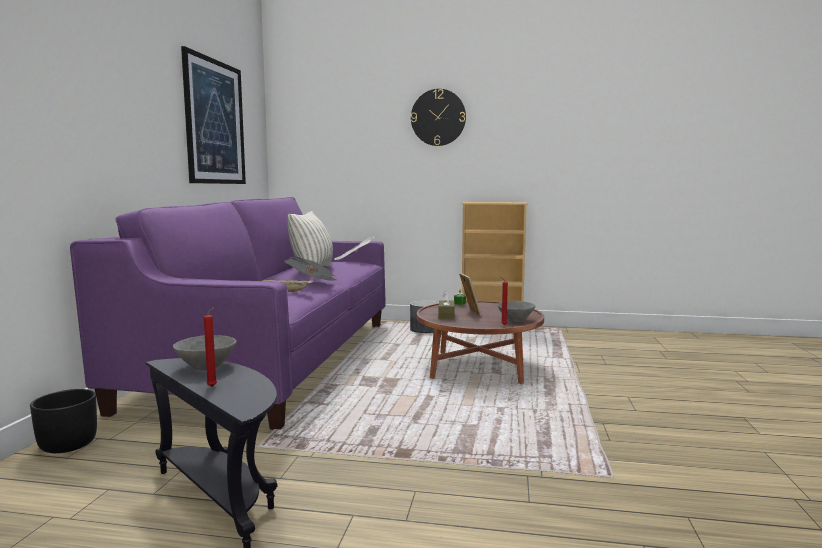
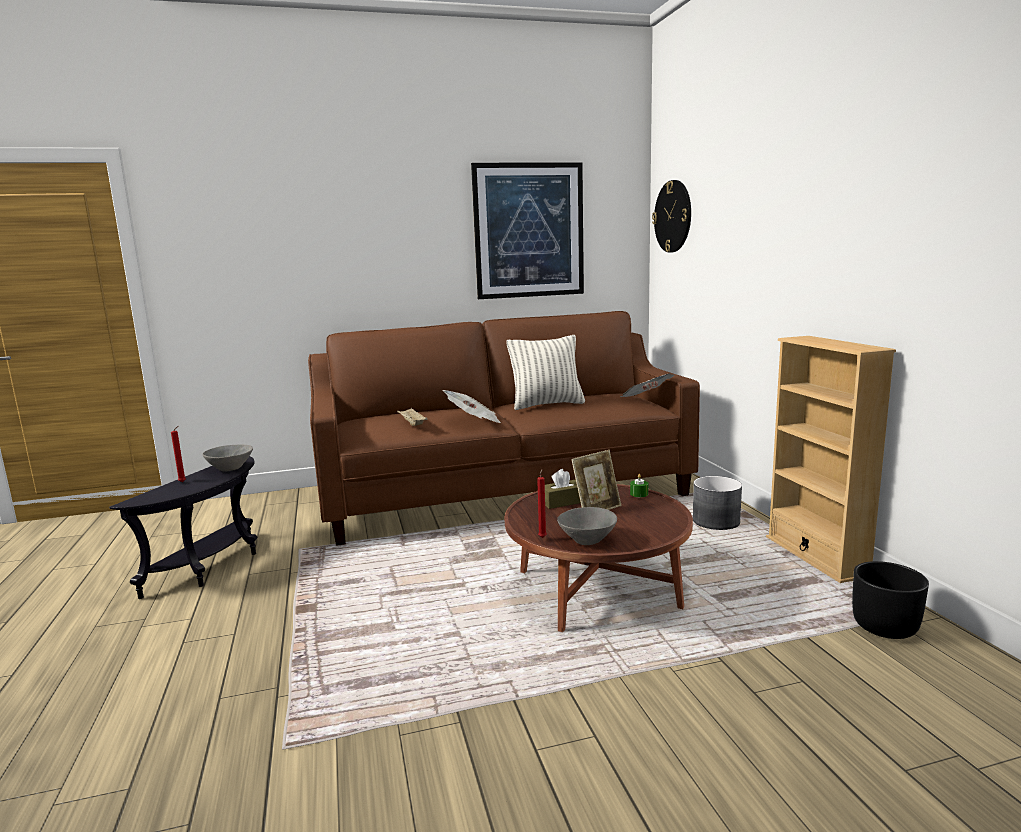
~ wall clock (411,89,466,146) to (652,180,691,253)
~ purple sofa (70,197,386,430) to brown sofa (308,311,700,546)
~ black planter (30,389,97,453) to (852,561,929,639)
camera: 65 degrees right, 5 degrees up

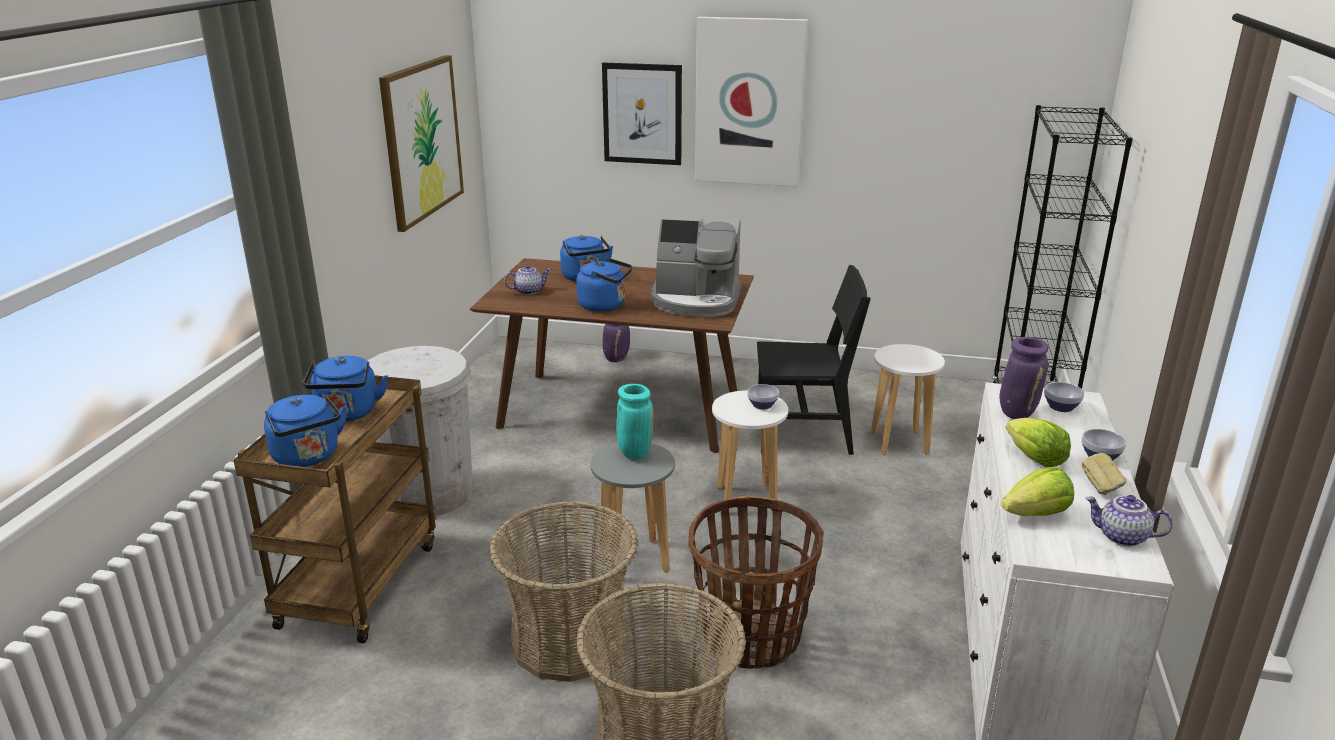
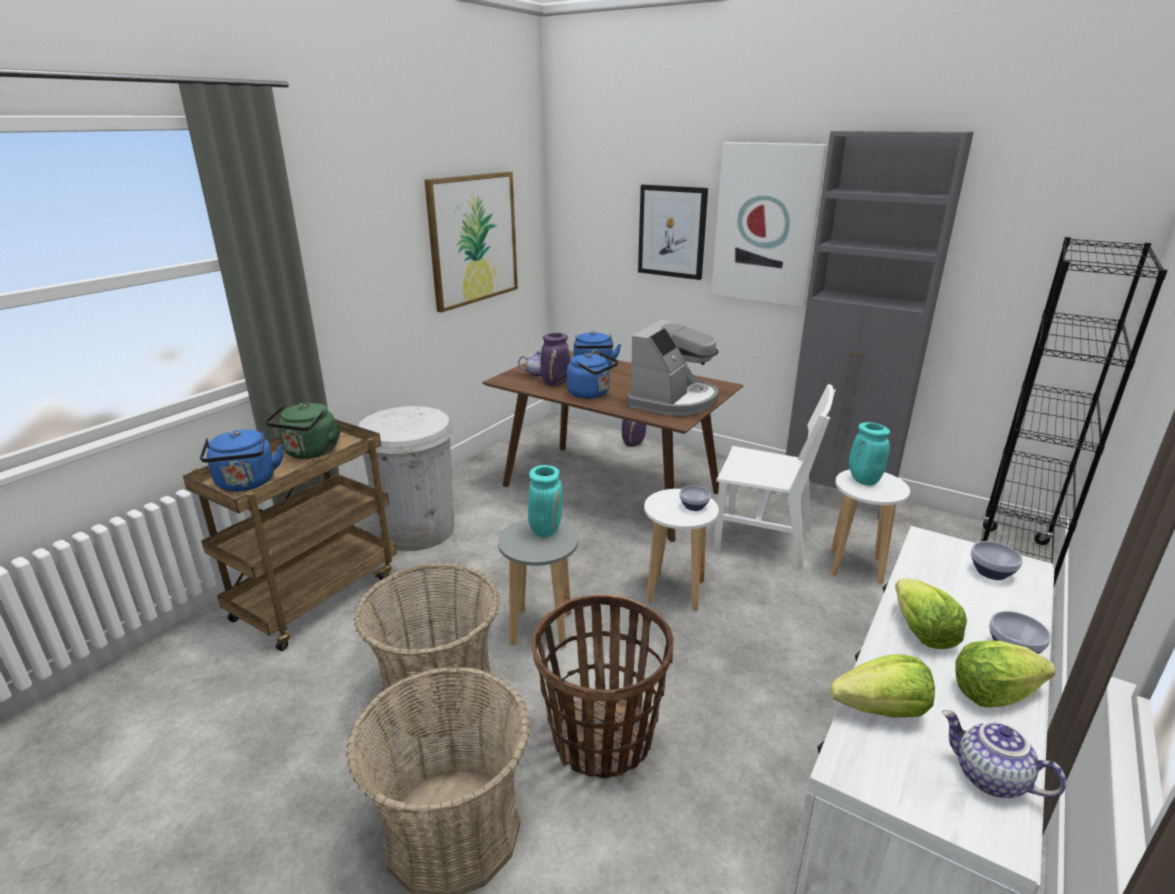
~ coffee machine (650,215,742,317) = (627,319,719,416) 90 degrees counterclockwise
~ black chair (757,265,871,455) to white chair (713,384,836,569)
~ purple vase (1000,337,1049,419) to (540,333,571,386)
~ blue kettle (303,356,388,421) to green kettle (265,403,340,459)
~ bread (1082,453,1127,495) to lettuce (955,641,1056,708)
+ grey cabinet (786,131,974,520)
+ turquoise vase (849,422,890,486)
camera: 20 degrees right, 0 degrees up

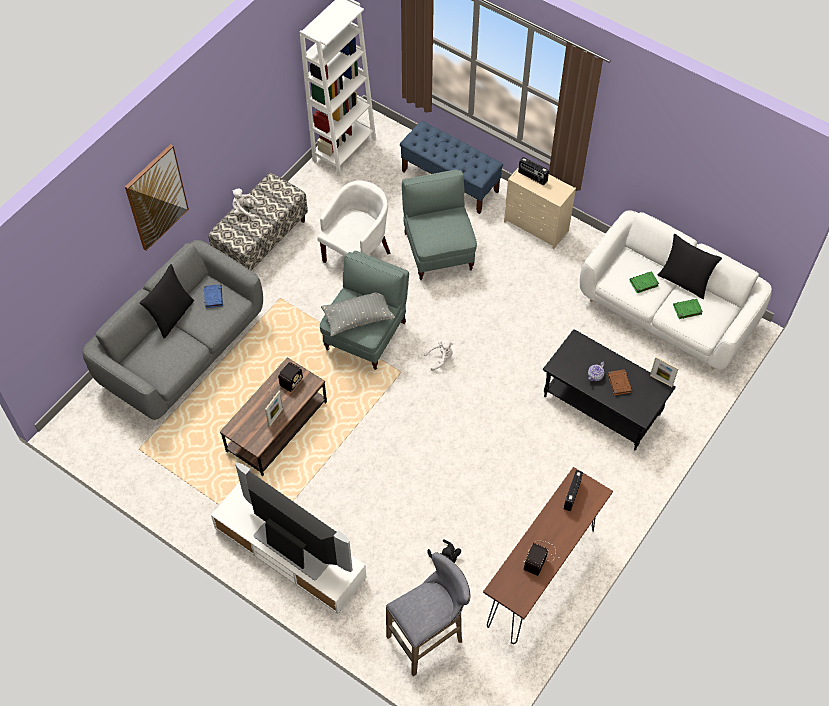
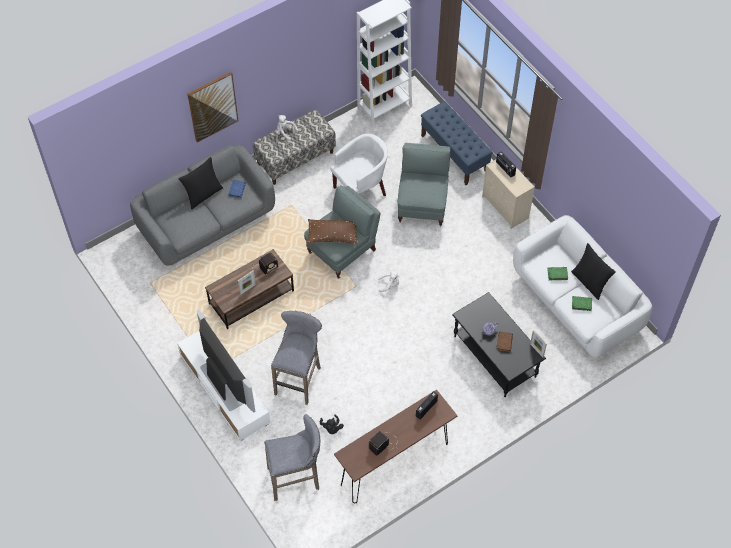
~ grey pillow (321,292,395,336) to brown pillow (306,219,358,244)
+ grey stool (271,311,322,405)
camera: 20 degrees right, 0 degrees up

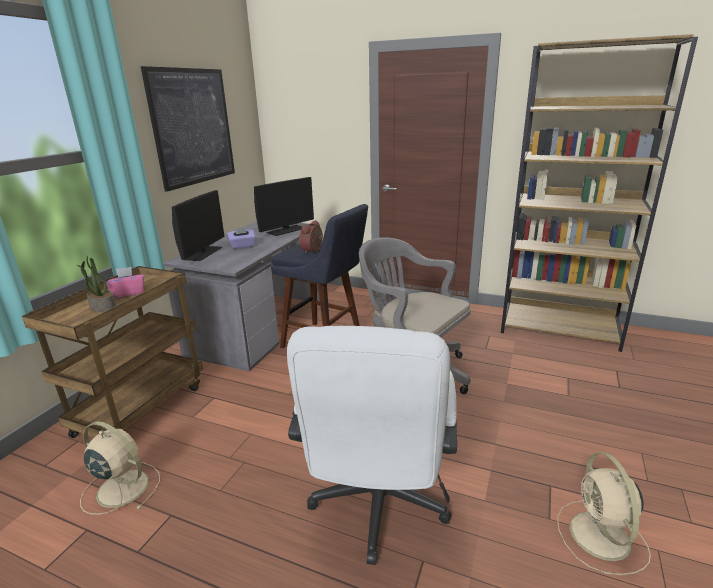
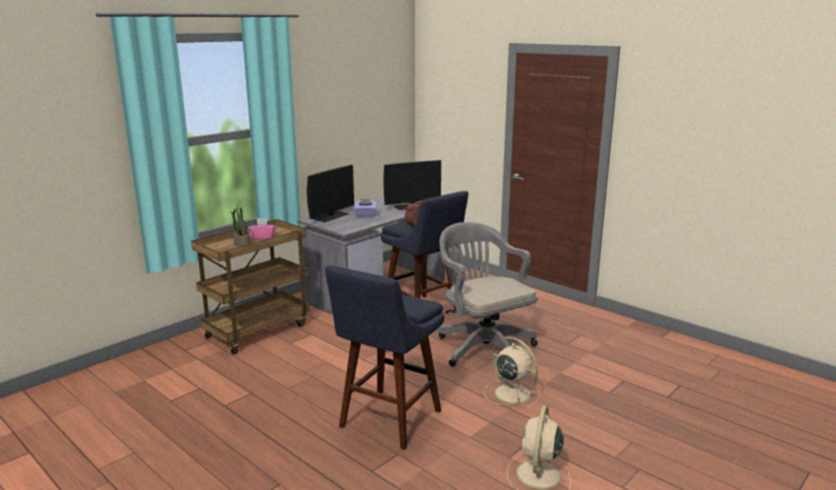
- brown bookcase (501,34,698,352)
- picture (141,66,235,192)
~ white office chair (287,326,457,565) to blue stool (325,265,444,450)
~ beige fan (80,421,160,515) to (484,337,540,408)
camera: 20 degrees right, 5 degrees down

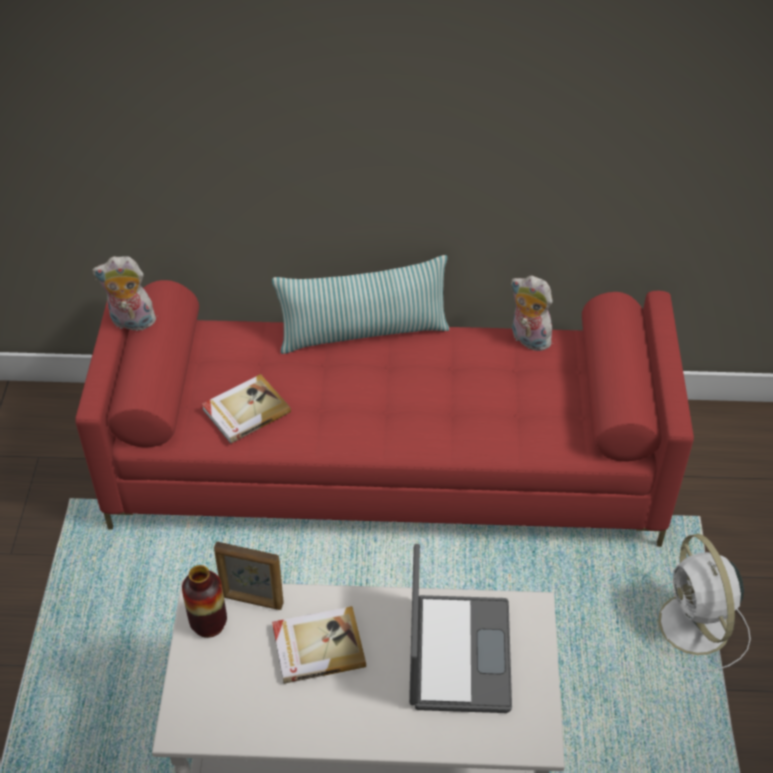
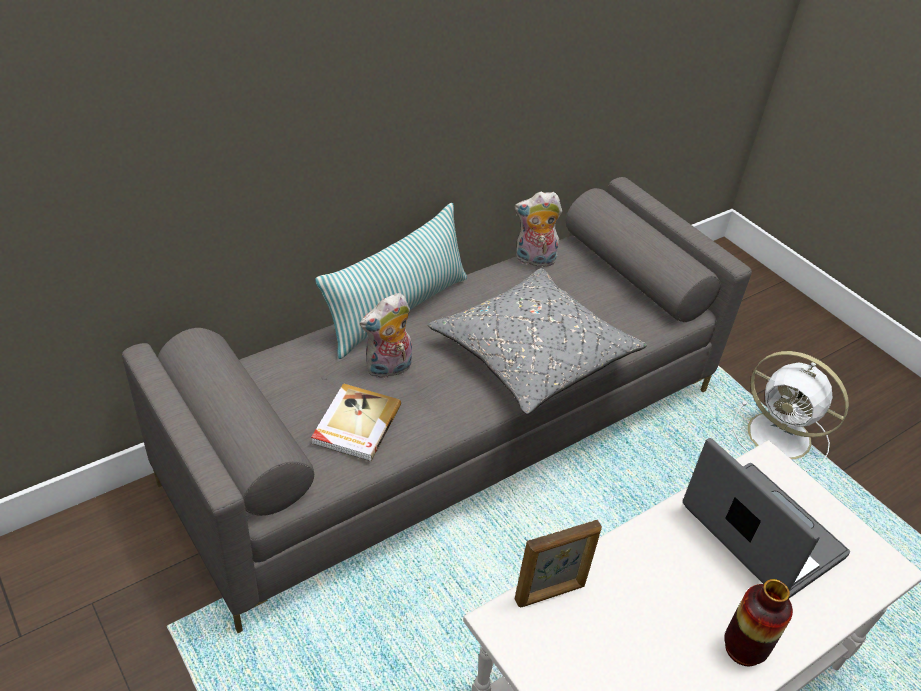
~ plush toy (92,256,156,331) to (360,293,412,379)
~ red sofa (75,280,694,547) to grey sofa (122,177,752,633)
~ vase (182,565,227,638) to (724,579,793,666)
- book (272,606,366,684)
+ grey pillow (428,268,647,414)
camera: 40 degrees left, 5 degrees down

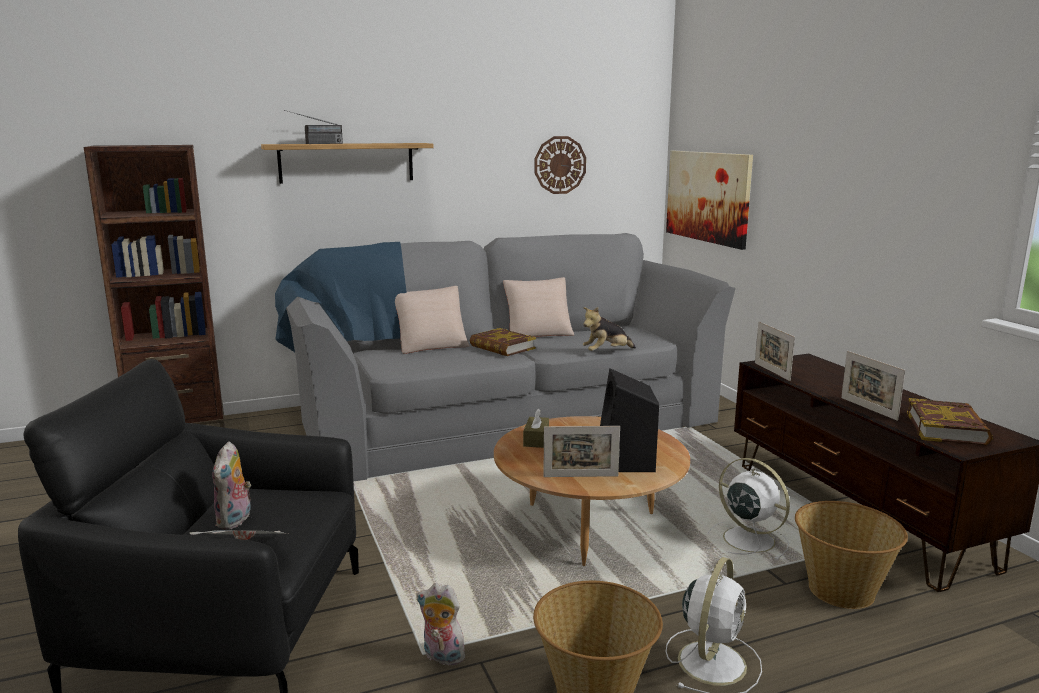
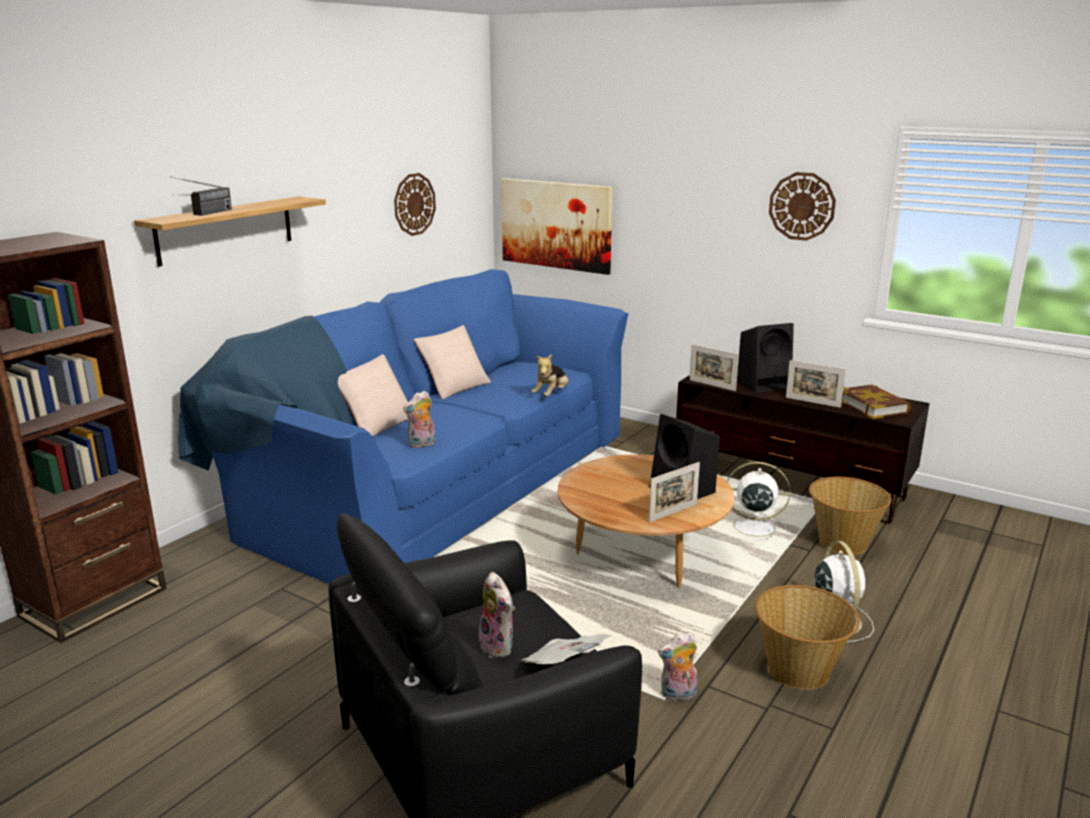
~ grey sofa (275,233,736,481) to blue sofa (178,269,629,584)
- book (470,328,536,356)
- brown tissue box (523,409,549,448)
+ wall clock (769,172,836,241)
+ black speaker (737,323,794,393)
+ plush toy (403,391,436,448)
camera: 35 degrees left, 5 degrees up

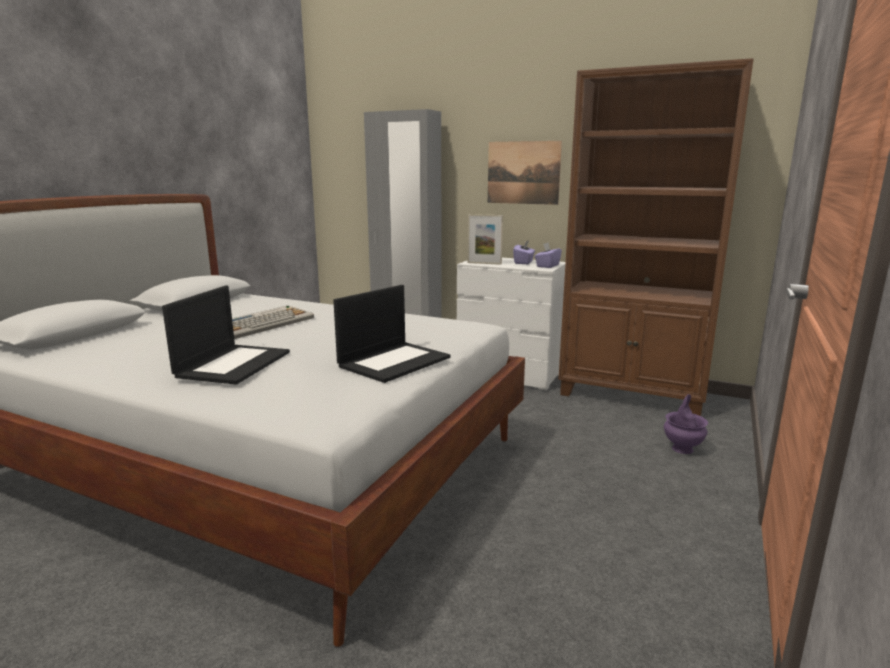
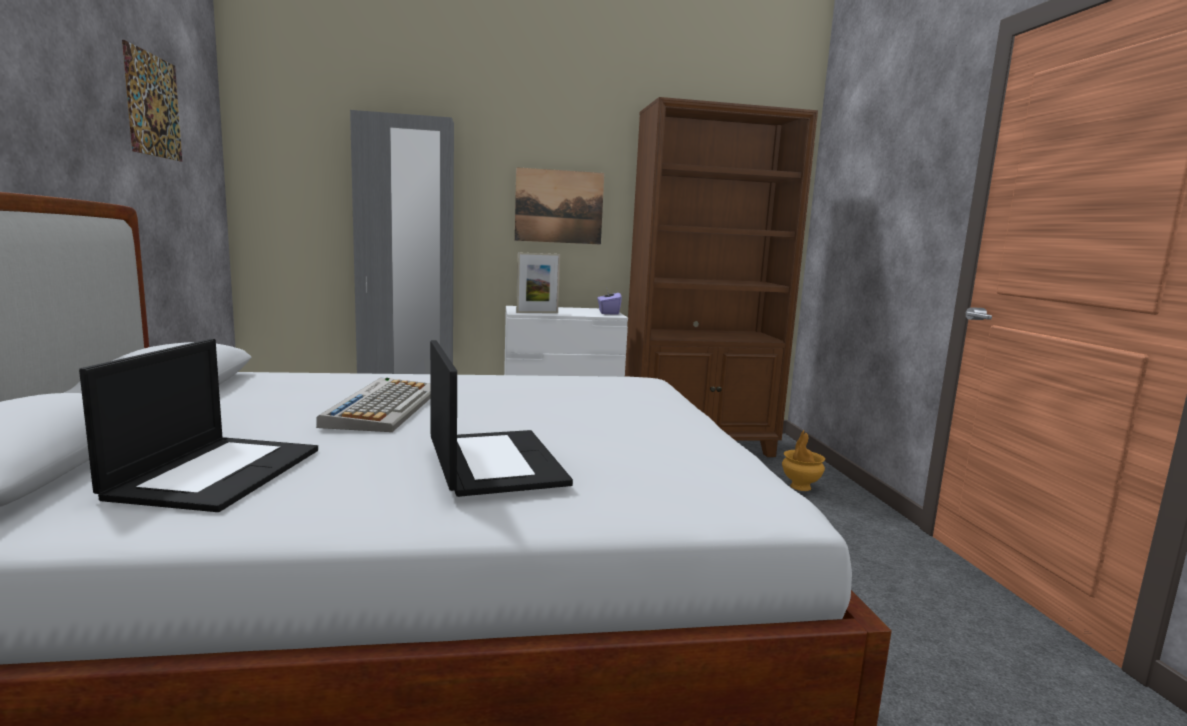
- purple tissue box (513,240,535,264)
~ laptop (333,285,450,383) to (79,339,318,512)
~ purple vase (664,394,708,454) to brown vase (782,430,825,491)
+ picture (122,40,182,162)
camera: 35 degrees left, 5 degrees down

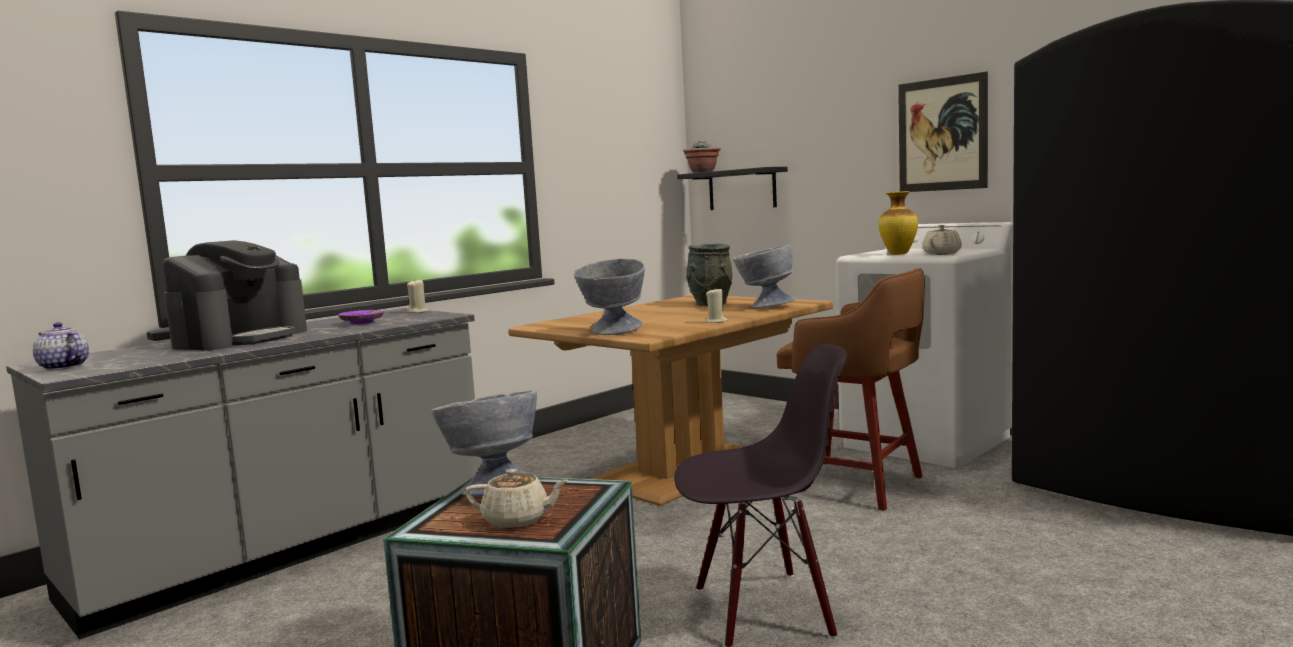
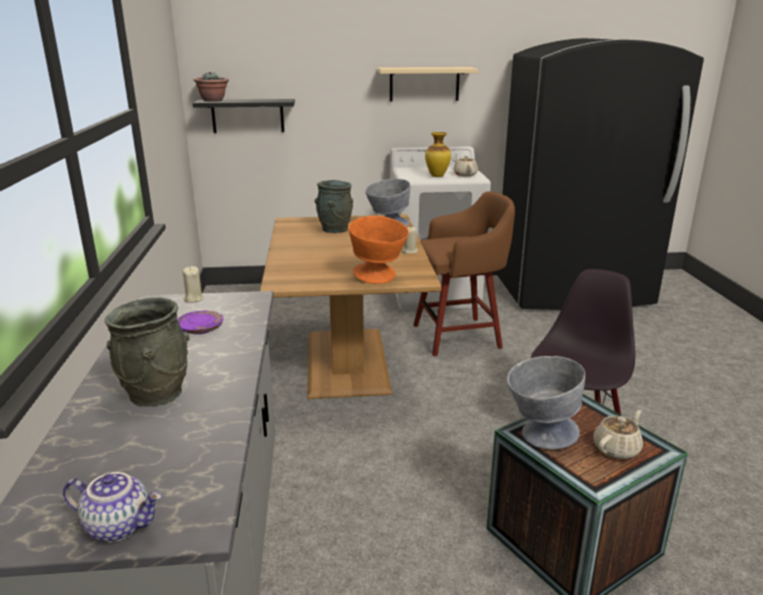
~ picture (898,71,988,192) to beige shelf (378,67,478,101)
~ coffee machine (162,240,307,351) to grey vase (105,297,189,407)
~ grey bowl (574,259,645,335) to orange bowl (349,216,409,284)
~ teapot (33,322,89,371) = (63,472,162,542) 150 degrees counterclockwise
camera: 50 degrees left, 15 degrees up

